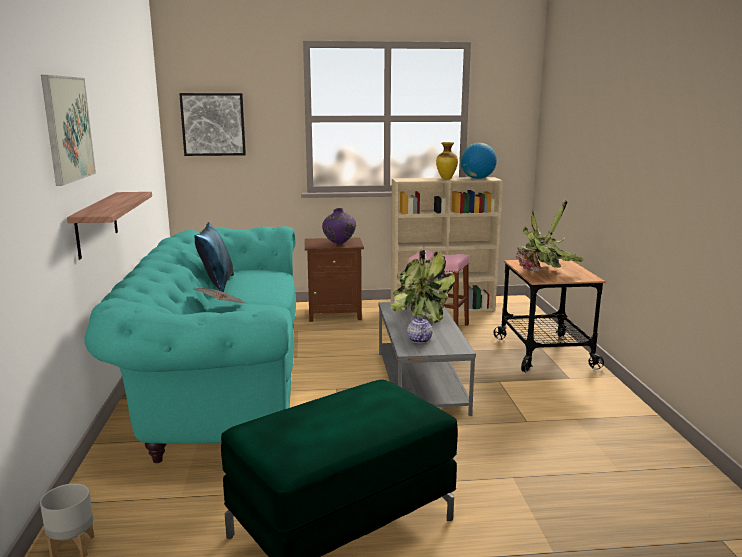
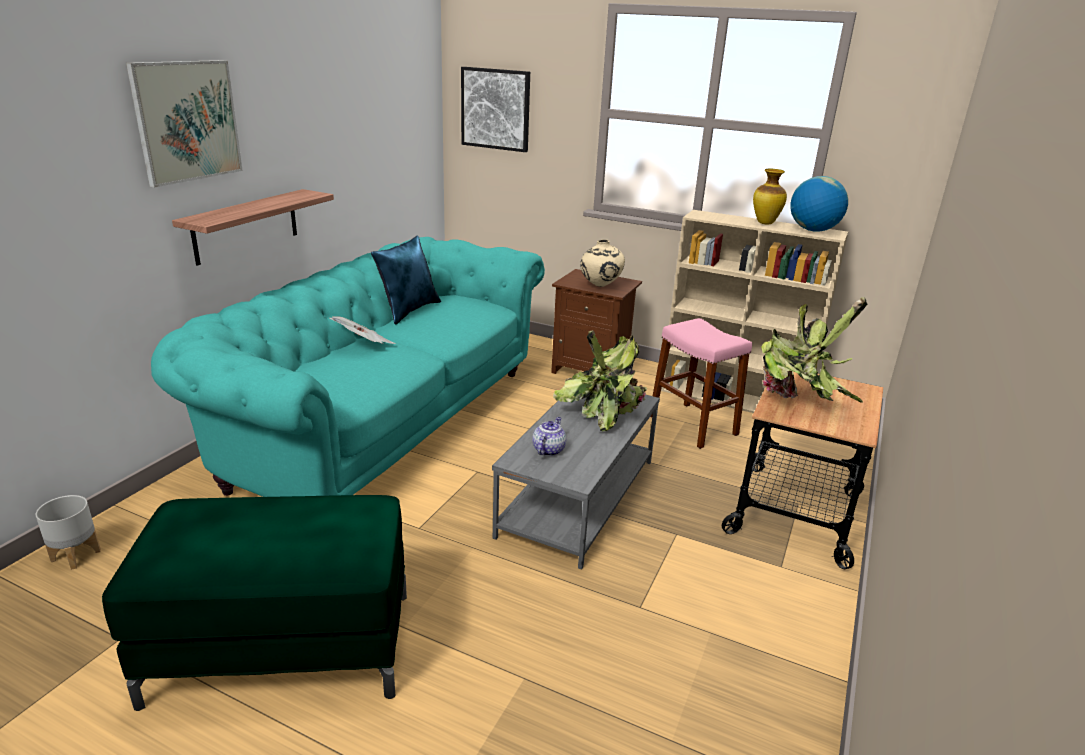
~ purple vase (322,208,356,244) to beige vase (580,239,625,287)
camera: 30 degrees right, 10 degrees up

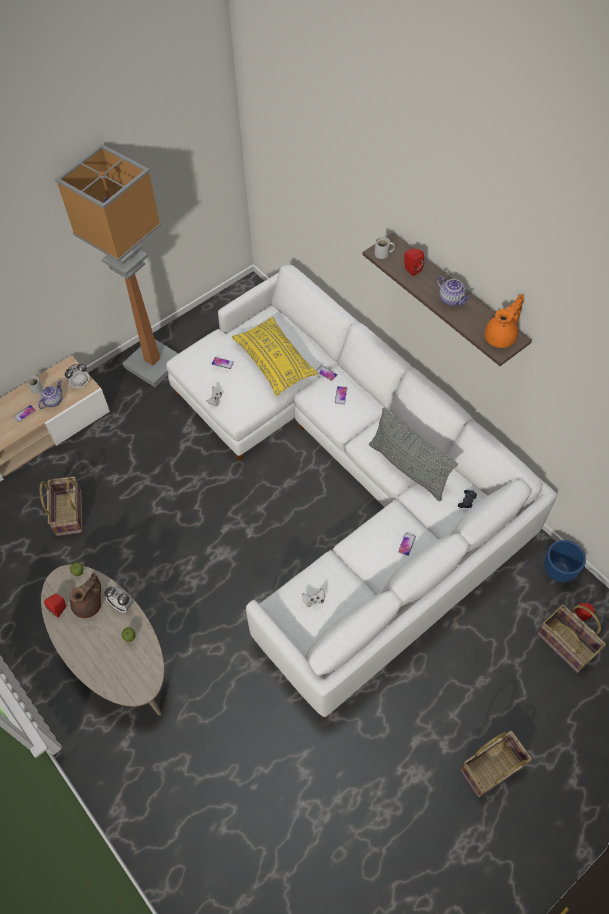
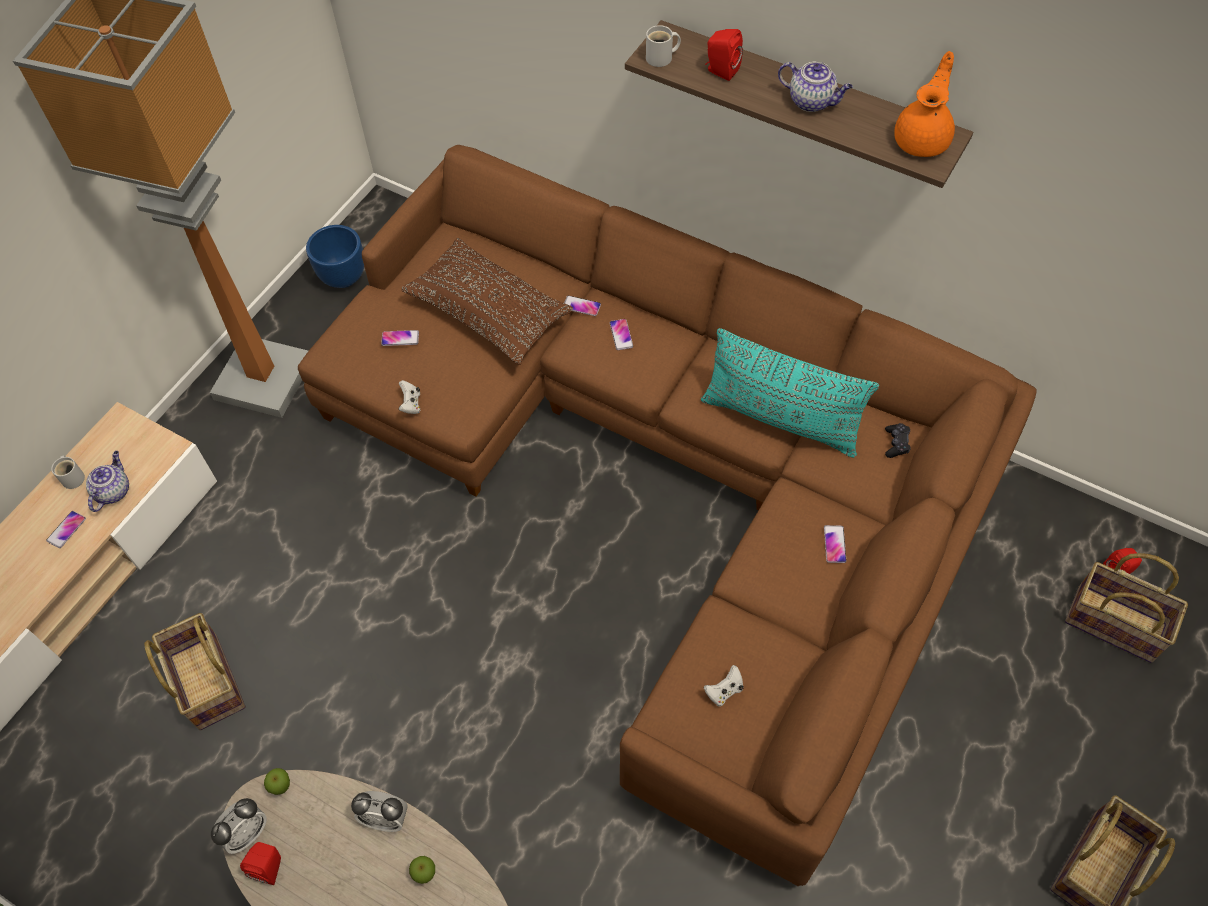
~ white sofa (166,265,557,719) to brown sofa (298,145,1037,886)
~ yellow pillow (232,317,318,396) to brown pillow (401,238,573,365)
~ alarm clock (65,364,90,388) to (211,798,267,854)
~ grey pillow (369,408,458,501) to turquoise pillow (701,328,879,458)
~ blue planter (544,540,586,582) to (306,225,364,288)
- brown teapot (70,573,101,618)
camera: 20 degrees left, 0 degrees up

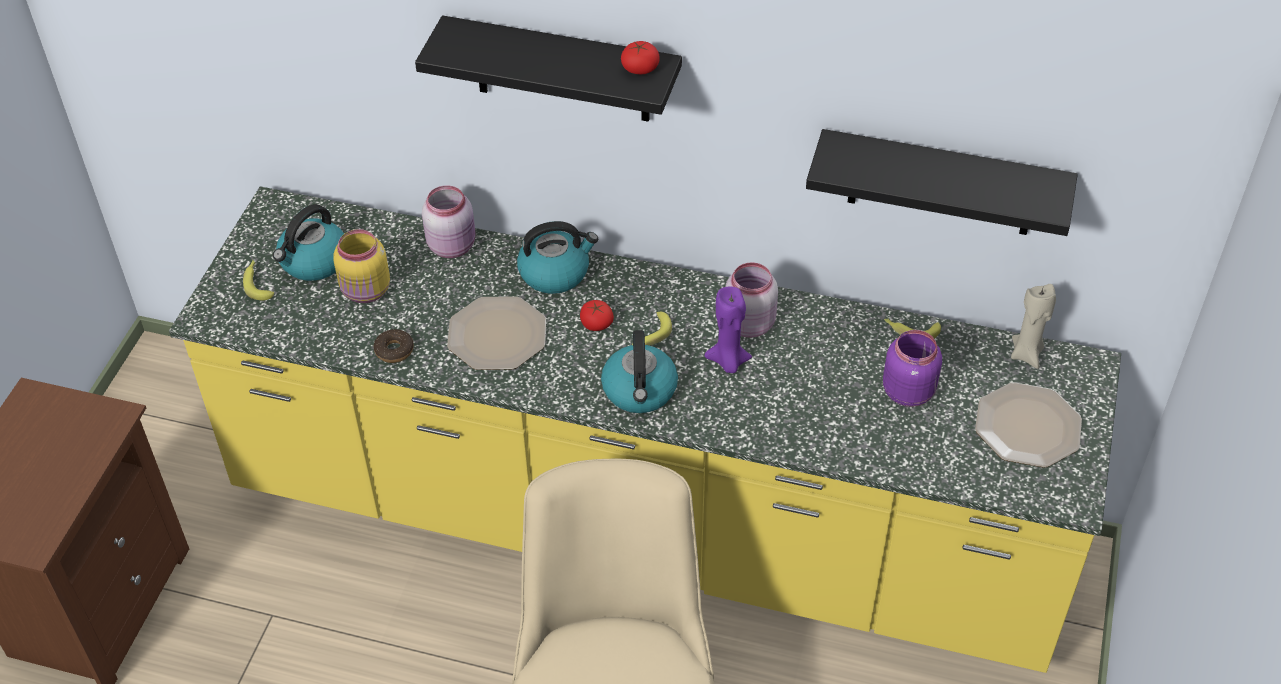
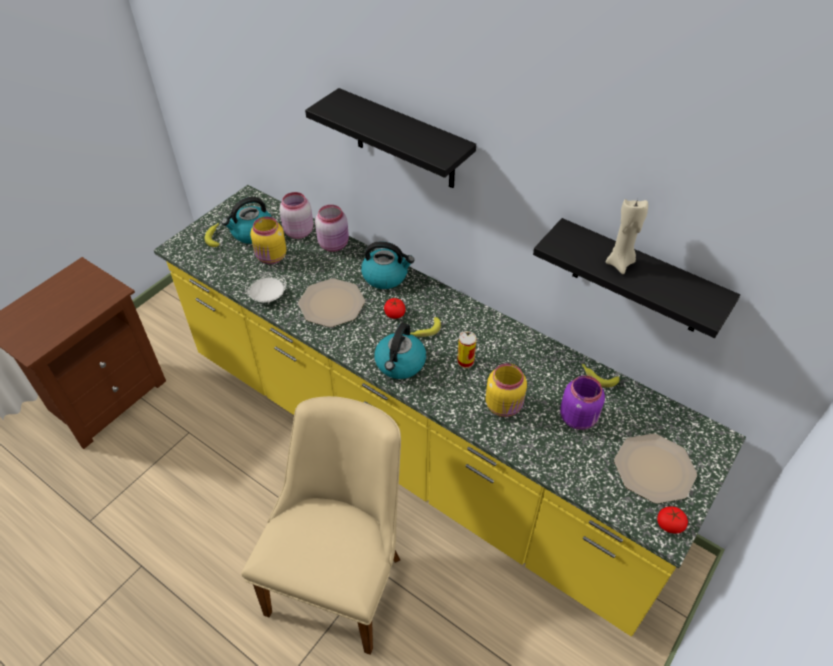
~ tomato (621,41,660,74) to (657,507,688,534)
~ pink jar (725,262,778,338) to (279,192,313,239)
~ beige candle (1011,284,1056,369) to (606,199,648,274)
~ purple candle (704,287,752,373) to can (457,331,476,368)
~ donut (373,329,414,363) to white plate (245,272,287,303)
+ yellow jar (485,363,527,417)
camera: 20 degrees right, 0 degrees up

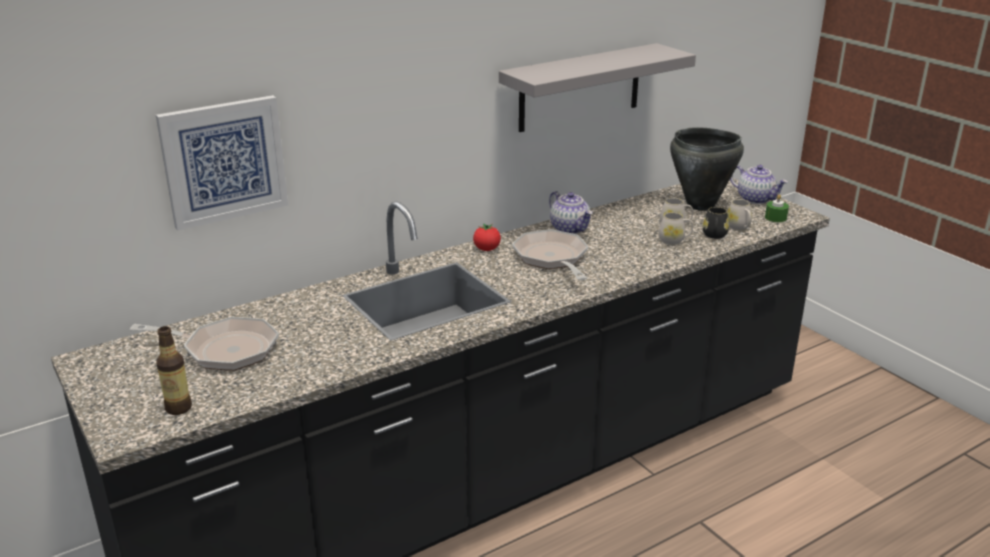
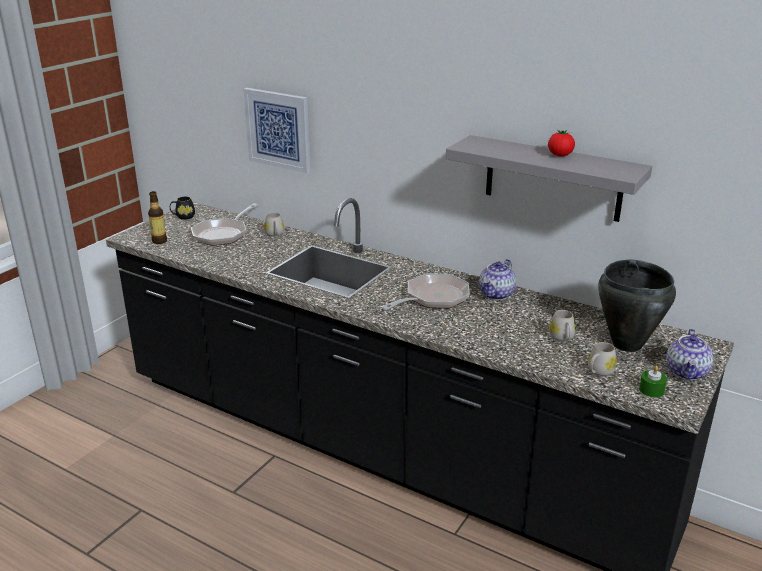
~ black mug (702,207,729,239) to (170,196,195,220)
~ white mug (659,212,693,245) to (264,213,284,237)
~ tomato (473,223,501,251) to (548,130,575,156)
~ frying pan (130,317,279,371) = (191,204,258,246) 45 degrees clockwise
camera: 65 degrees right, 0 degrees up

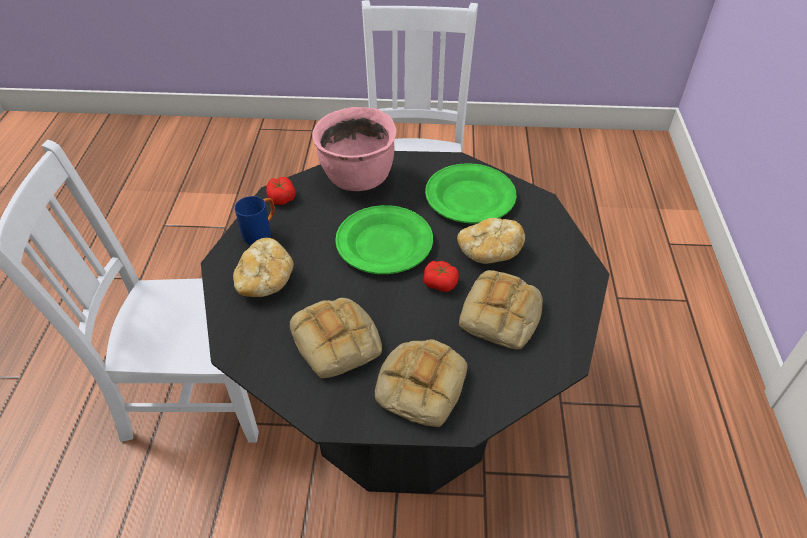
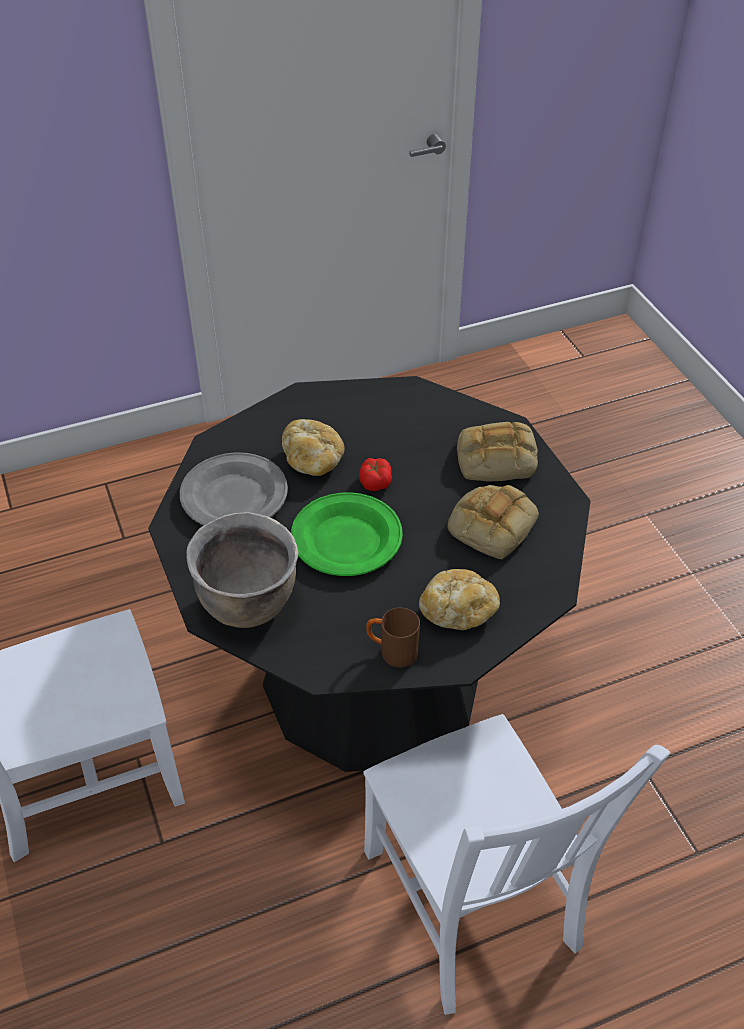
~ pink cooking pot (312,107,396,191) to brown cooking pot (186,512,299,628)
~ green plate (425,163,516,224) to grey plate (180,452,288,525)
- tomato (266,177,295,205)
~ blue mug (235,196,275,245) to brown mug (366,608,420,667)
- bread (459,270,543,349)
camera: 115 degrees left, 0 degrees up

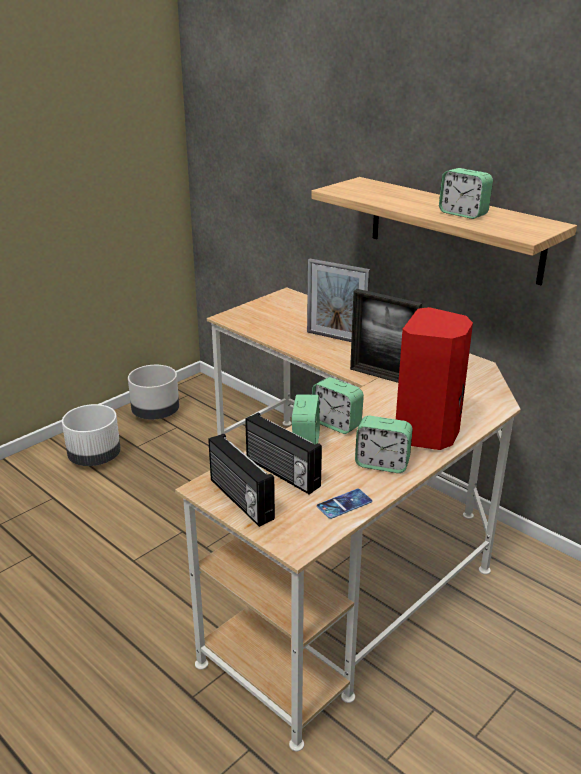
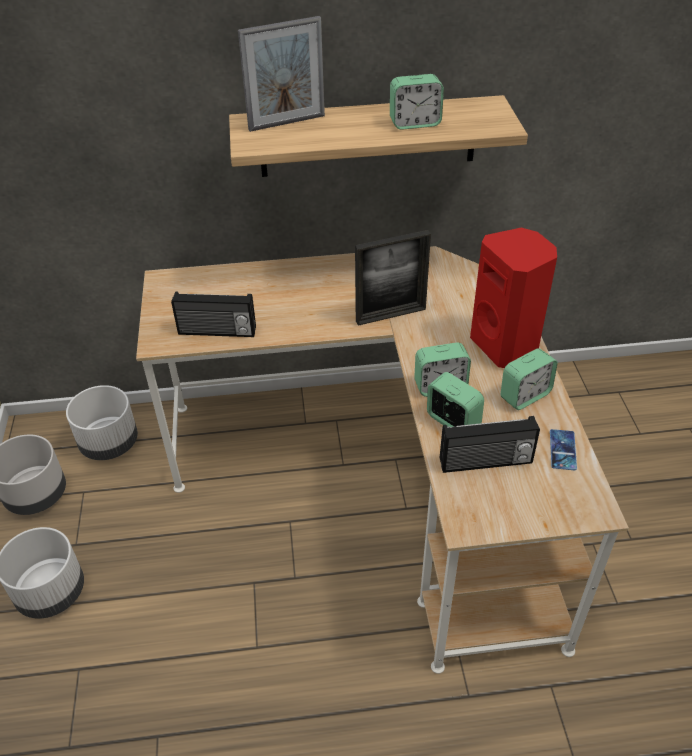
~ picture frame (307,258,370,342) to (238,16,325,132)
~ radio (208,434,275,527) to (171,291,256,337)
+ white planter (66,385,138,460)
camera: 50 degrees left, 15 degrees up

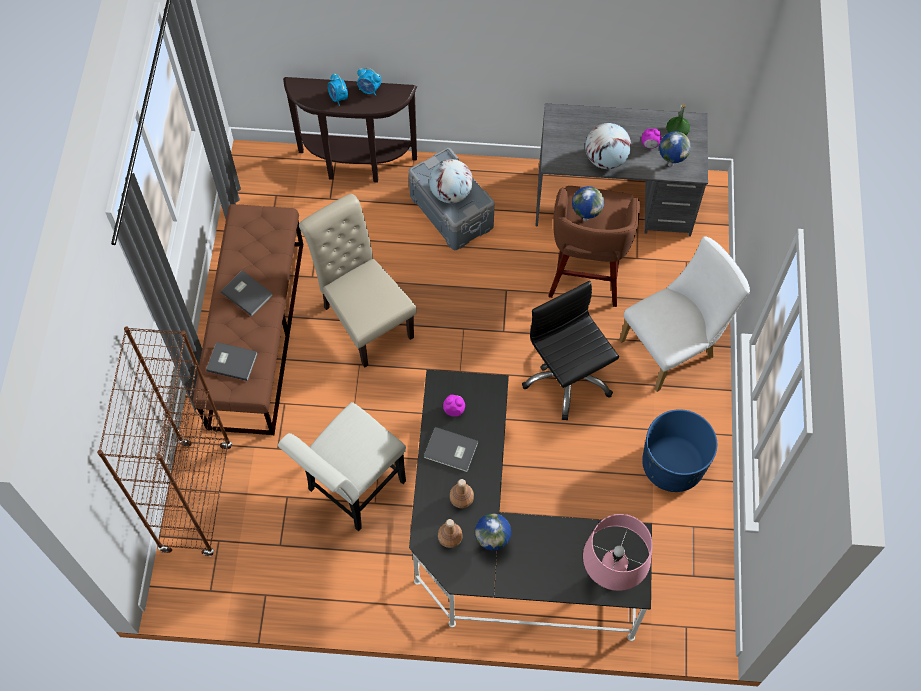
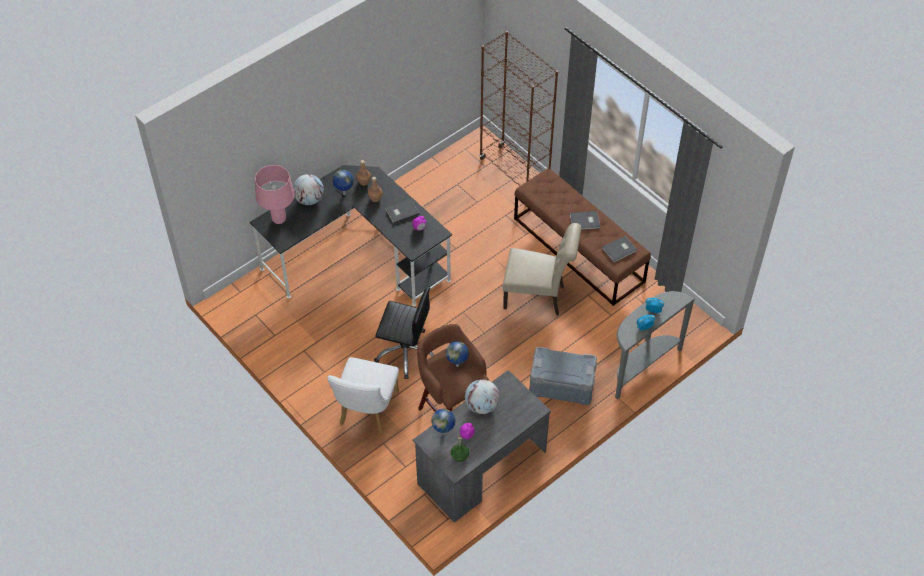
~ brown console table (283,77,417,182) to grey console table (615,291,695,400)
~ globe (429,159,473,203) to (293,174,324,205)
~ grey book (206,342,258,381) to (602,236,637,262)
- white chair (278,402,406,531)
- blue planter (642,409,717,492)
camera: 135 degrees right, 10 degrees down

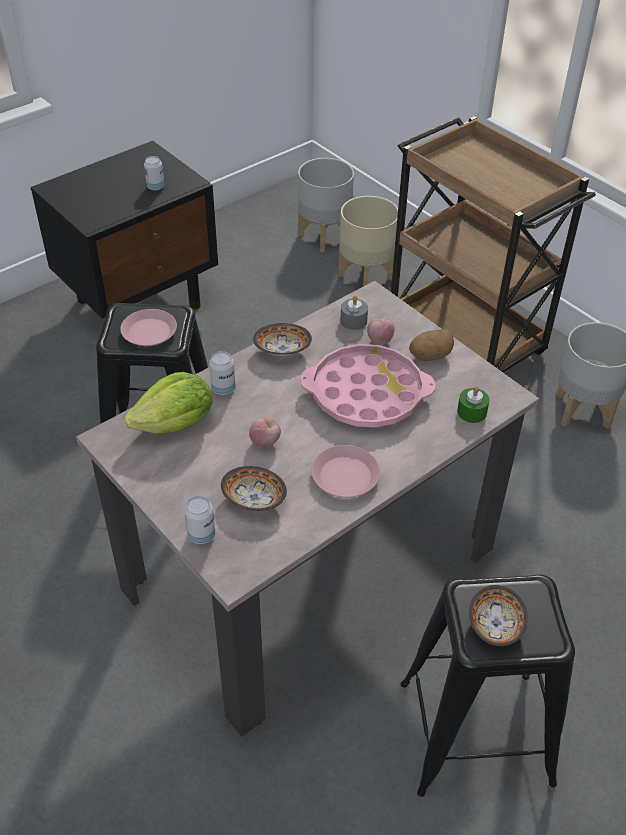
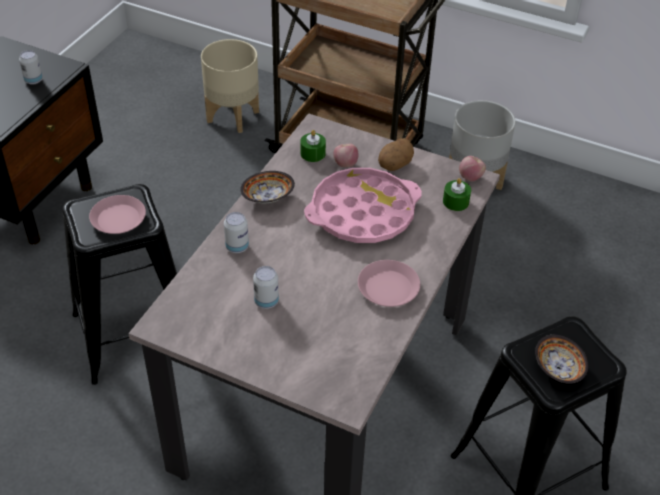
- grey planter (298,158,354,252)
~ grey candle (340,295,368,330) to green candle (300,130,326,162)
- lettuce (124,372,213,434)
~ apple (249,417,281,448) to (459,156,486,181)
- bowl (221,466,287,511)
~ can (184,496,215,544) to (253,266,279,309)
camera: 25 degrees left, 0 degrees up

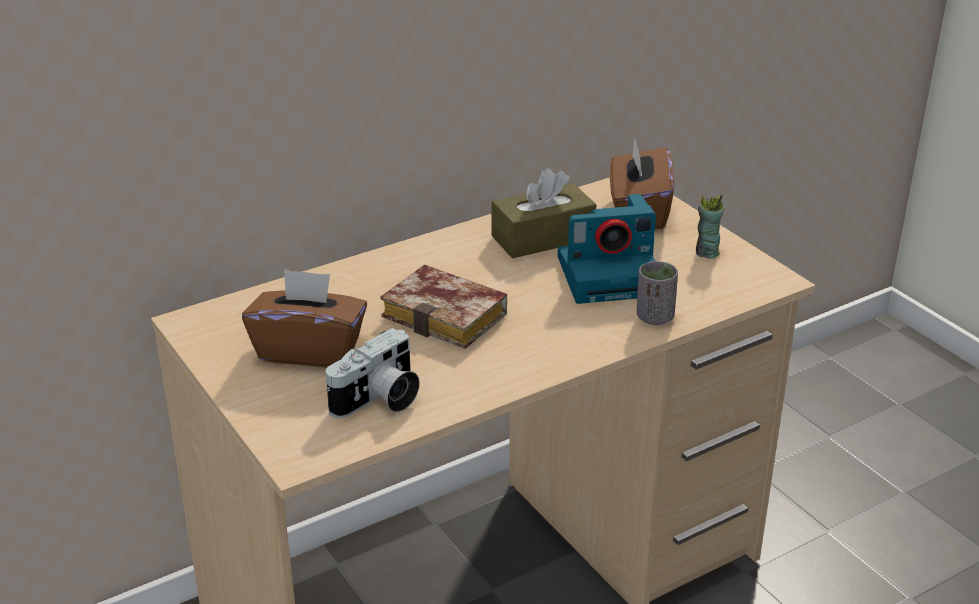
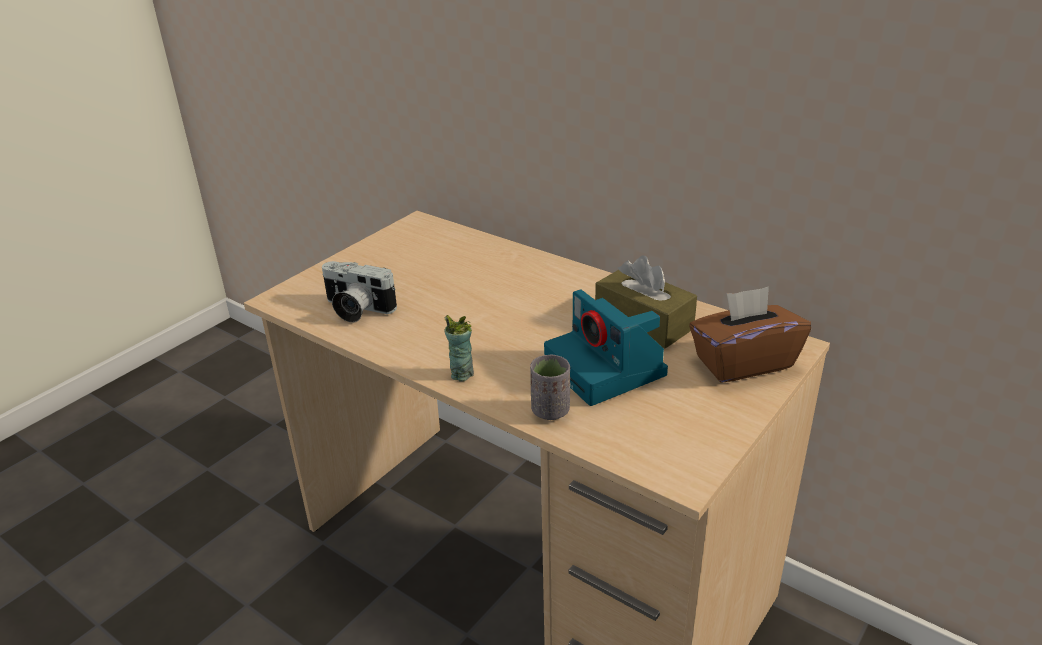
~ cup (696,195,725,259) to (444,315,474,382)
- book (381,265,507,349)
- brown tissue box (242,269,367,368)
camera: 70 degrees right, 0 degrees up

